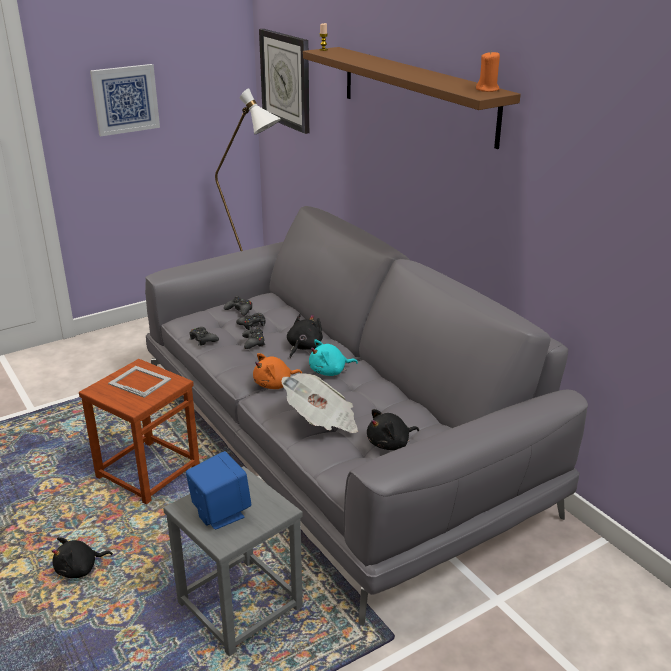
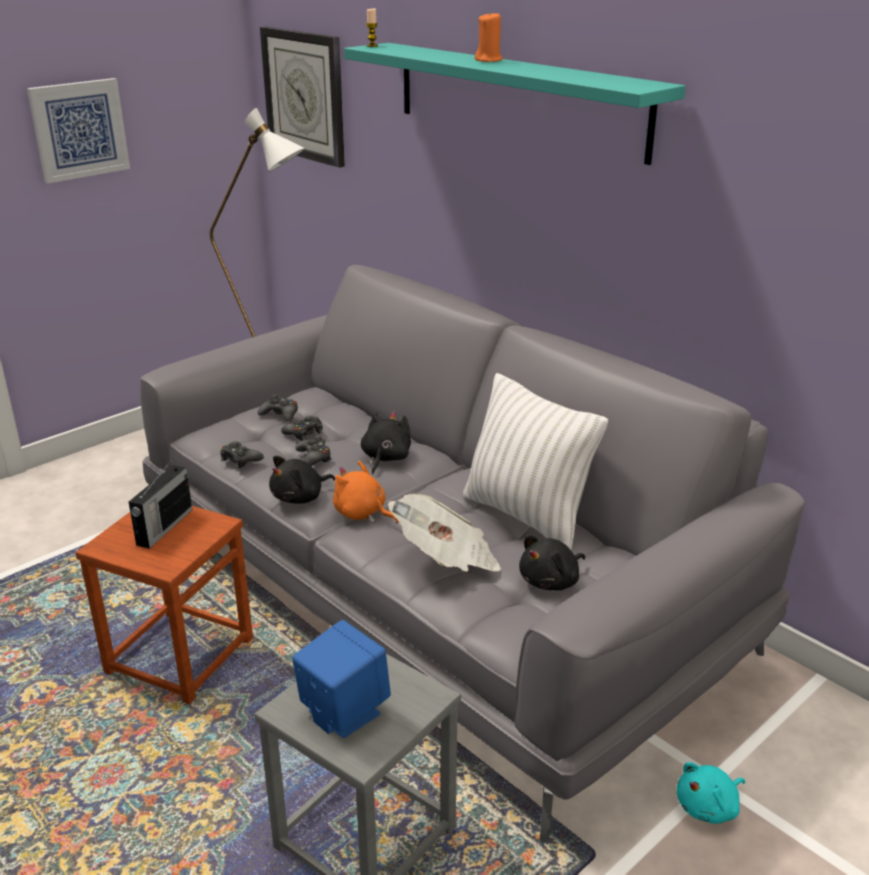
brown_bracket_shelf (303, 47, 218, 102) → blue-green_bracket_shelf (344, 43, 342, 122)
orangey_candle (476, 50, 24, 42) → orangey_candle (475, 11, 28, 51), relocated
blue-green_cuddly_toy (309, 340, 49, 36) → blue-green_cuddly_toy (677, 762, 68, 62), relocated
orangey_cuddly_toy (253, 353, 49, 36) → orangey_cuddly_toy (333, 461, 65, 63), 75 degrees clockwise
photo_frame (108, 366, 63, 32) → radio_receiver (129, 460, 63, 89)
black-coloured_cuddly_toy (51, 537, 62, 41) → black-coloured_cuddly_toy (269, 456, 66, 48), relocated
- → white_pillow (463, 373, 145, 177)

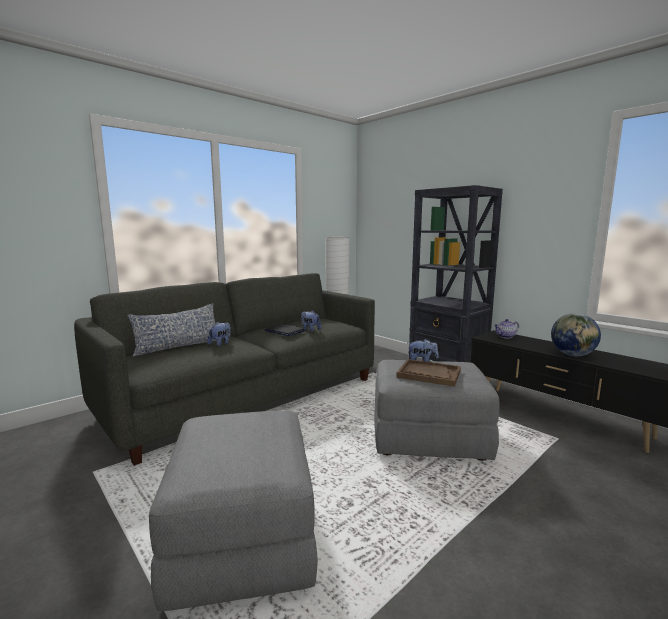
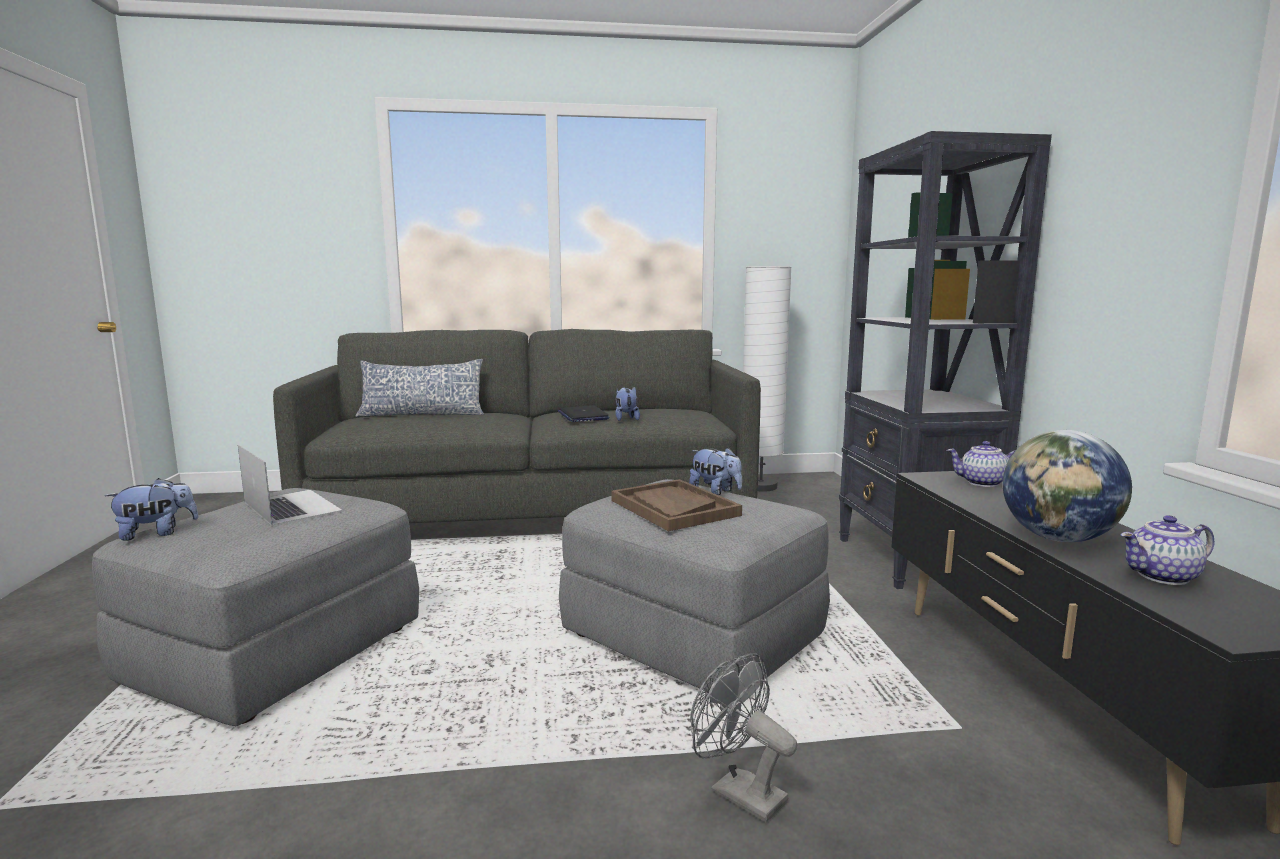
cuddly_toy (207, 322, 24, 24) → cuddly_toy (105, 478, 94, 63), relocated
- → portable_computer (238, 445, 104, 81)
- → tea_pot (1121, 515, 94, 70)
- → greyish_electric_fan (690, 653, 107, 169)

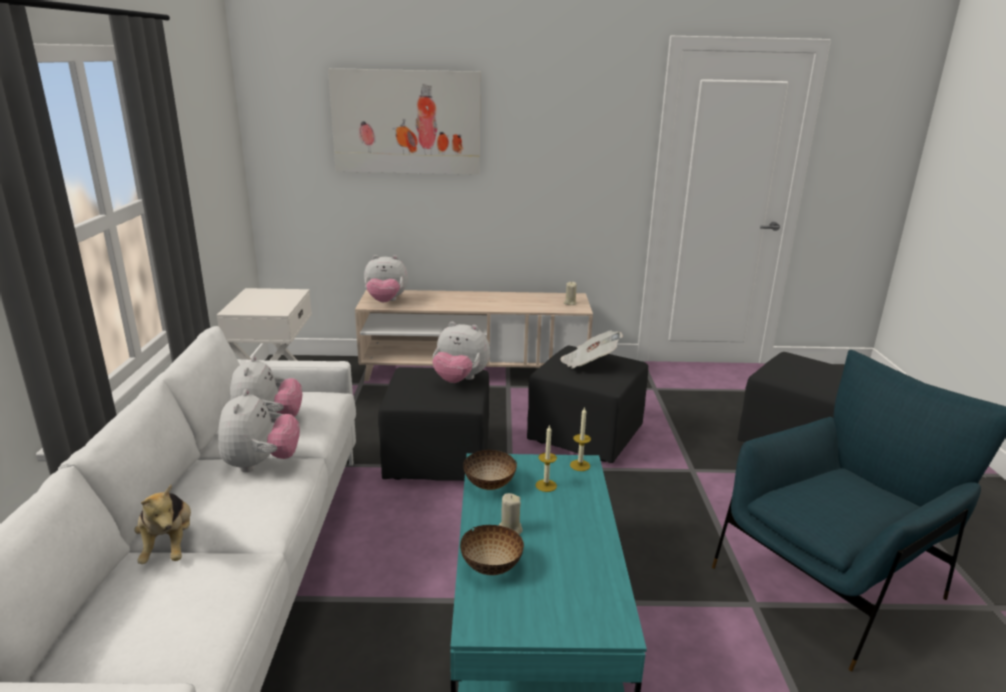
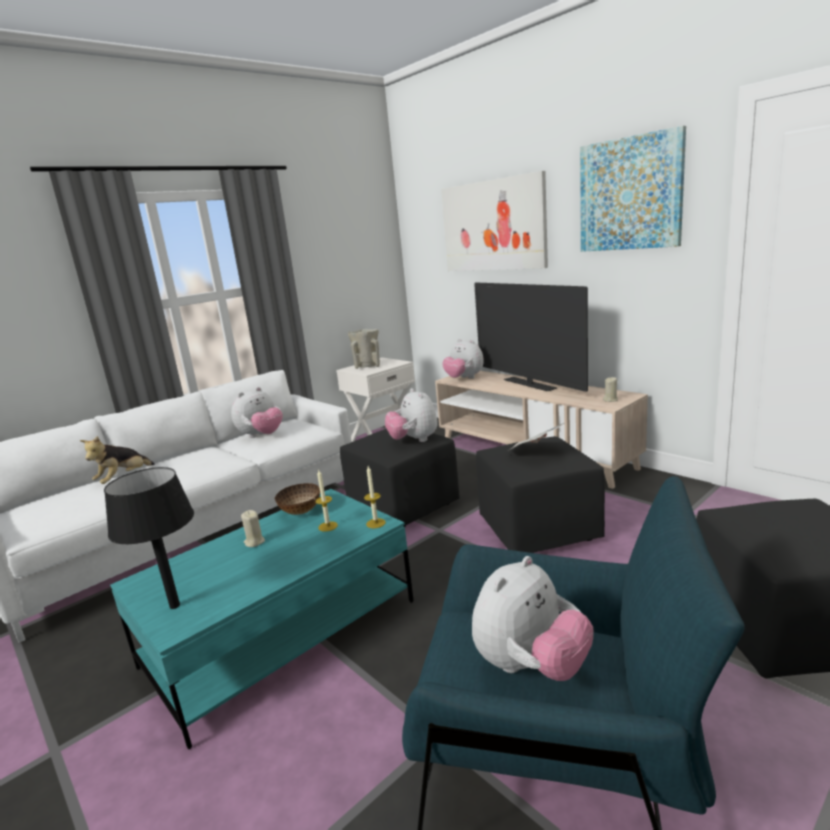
cuddly_toy (218, 389, 82, 83) → cuddly_toy (472, 556, 122, 125), relocated
bowl (460, 525, 64, 50) → -
- → picture (580, 126, 106, 126)
- → TV_set (474, 283, 114, 109)
- → sand-coloured_vase (348, 329, 32, 40)
- → black-coloured_table_lamp (104, 467, 90, 142)

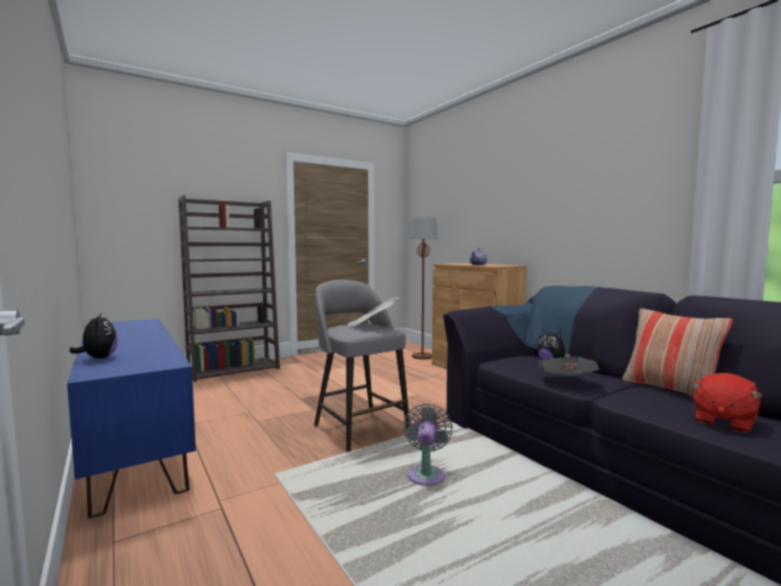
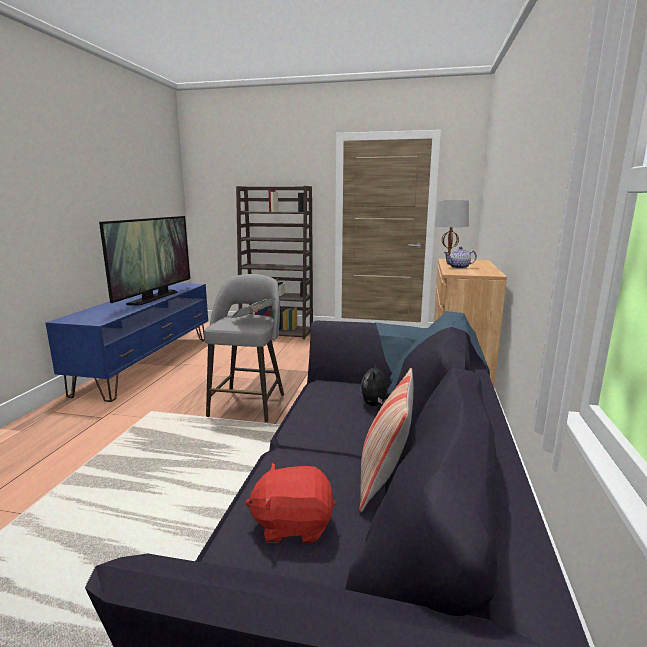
cuddly_toy (69, 313, 49, 46) → -
newspaper (538, 357, 61, 18) → -
greyish_electric_fan (403, 403, 50, 83) → -
- → TV_set (99, 216, 91, 89)

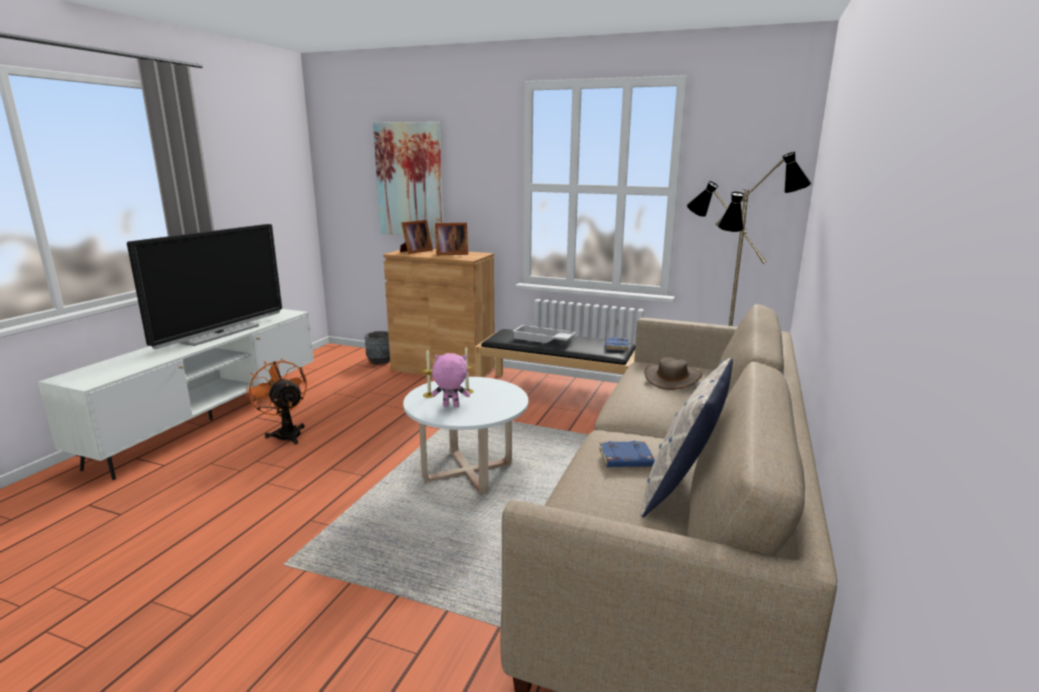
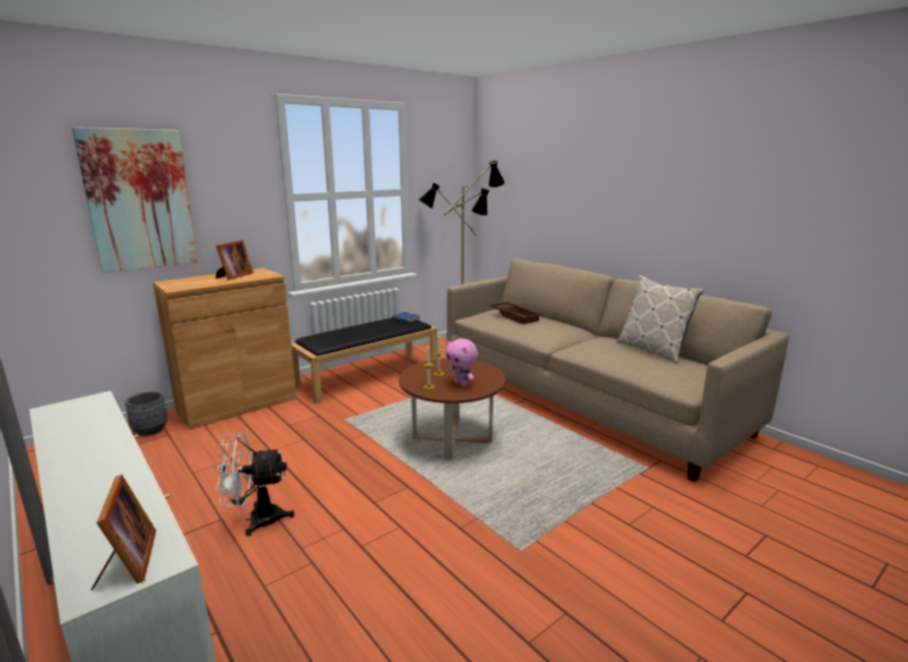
photo_frame (400, 220, 33, 34) → photo_frame (91, 474, 65, 116), relocated
TV_set (127, 224, 155, 125) → -
white_serving_tray (512, 325, 64, 18) → -
pinkish_cuddly_toy (431, 353, 39, 54) → pinkish_cuddly_toy (445, 338, 33, 49), 75 degrees counterclockwise
brown_hat (644, 357, 58, 33) → brown_serving_tray (490, 302, 51, 22)
orangey_electric_fan (246, 359, 61, 86) → white_electric_fan (214, 433, 81, 103)
white_low_table (403, 377, 125, 117) → brown_low_table (399, 358, 107, 102)
blue-coloured_book (599, 441, 56, 26) → -

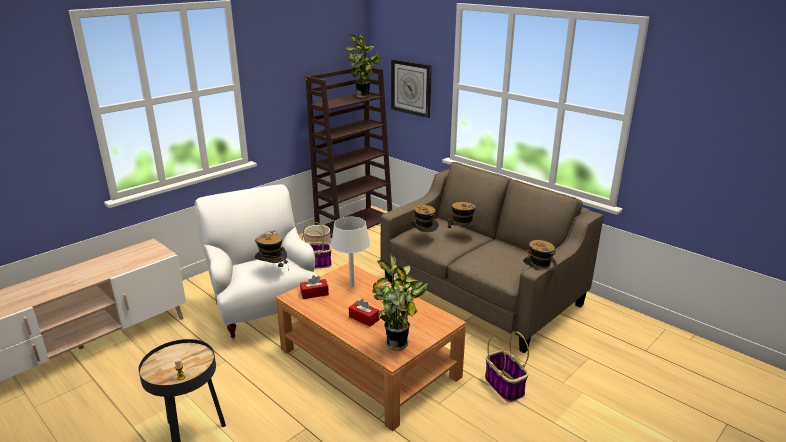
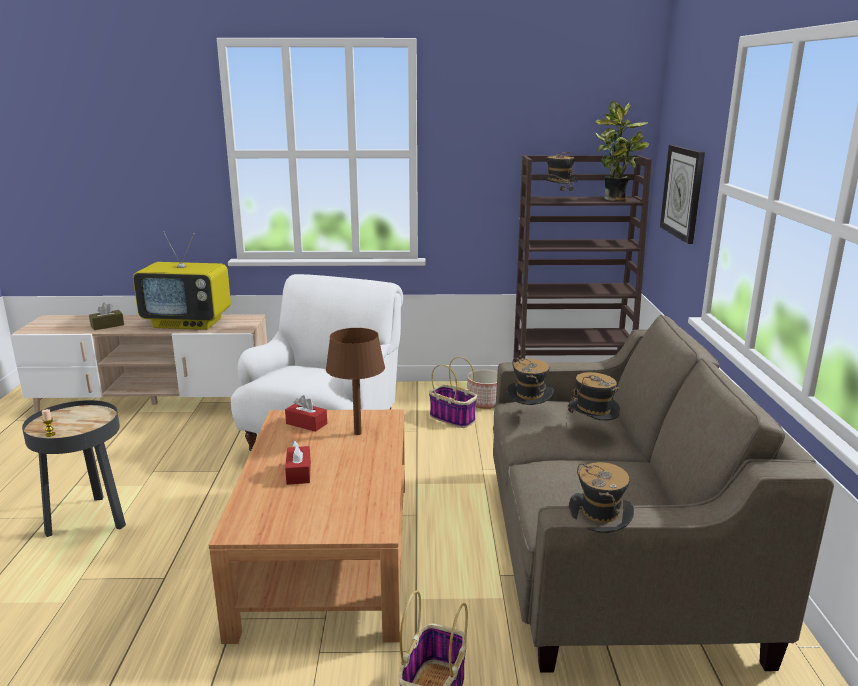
white_table_lamp (331, 217, 39, 70) → brown_table_lamp (326, 328, 59, 107)
hat (255, 230, 34, 41) → hat (541, 151, 37, 51), relocated
houseplant (372, 254, 56, 96) → -
- → TV_set (133, 231, 98, 99)
- → brown_tissue_holder (89, 303, 35, 27)

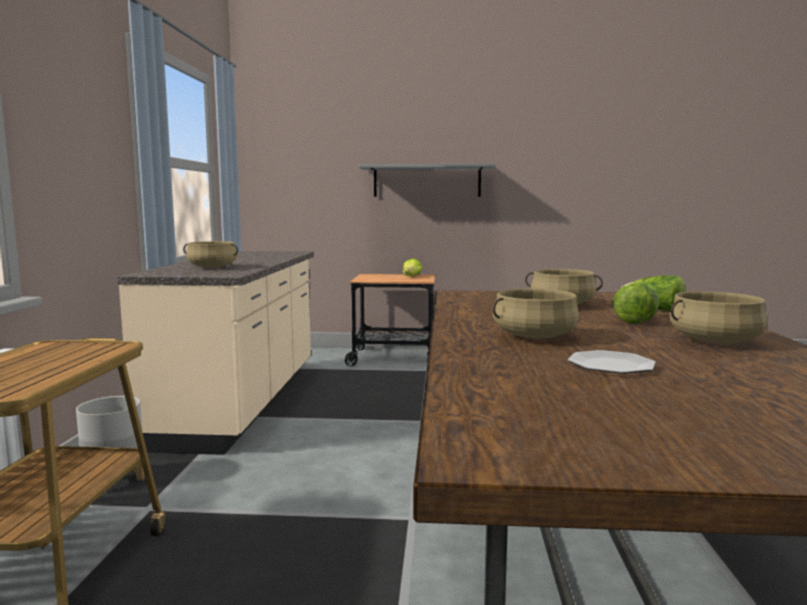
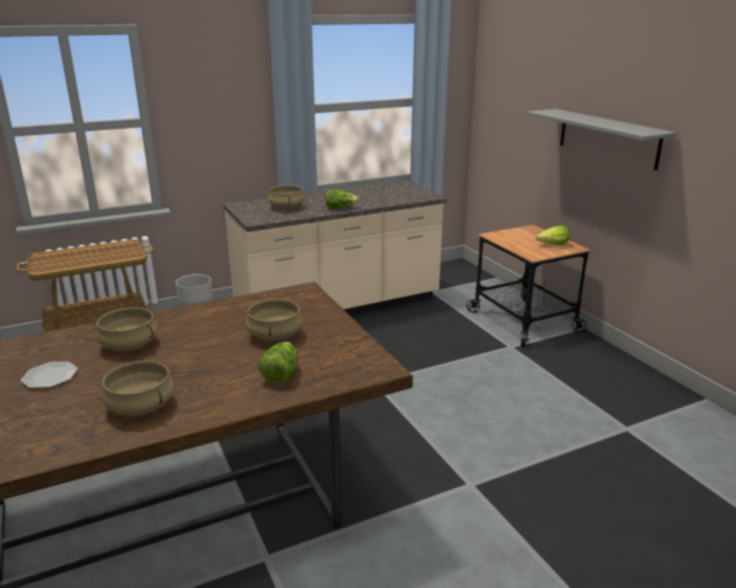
head_of_lettuce (613, 283, 47, 41) → head_of_lettuce (326, 189, 33, 20), relocated

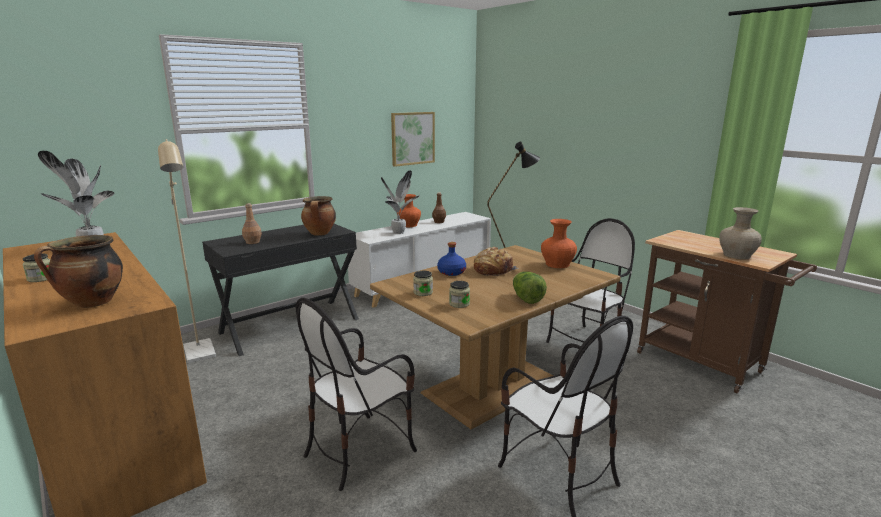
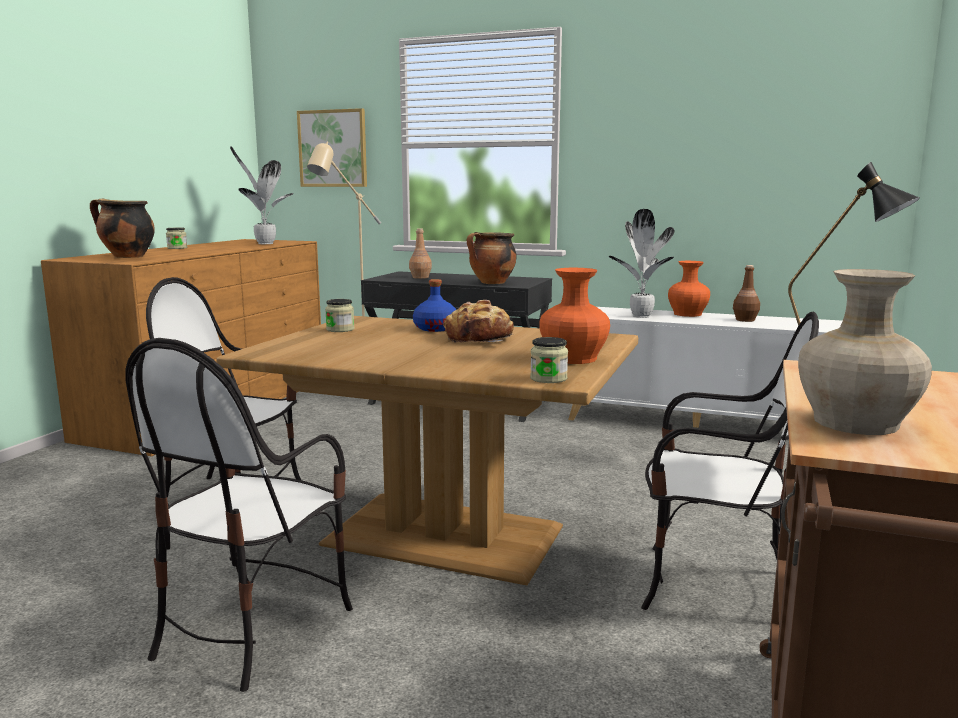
picture (391, 112, 44, 55) → picture (297, 108, 70, 79), relocated
head_of_lettuce (513, 272, 34, 32) → -
preserve_jar (449, 281, 21, 27) → preserve_jar (530, 337, 38, 46), relocated

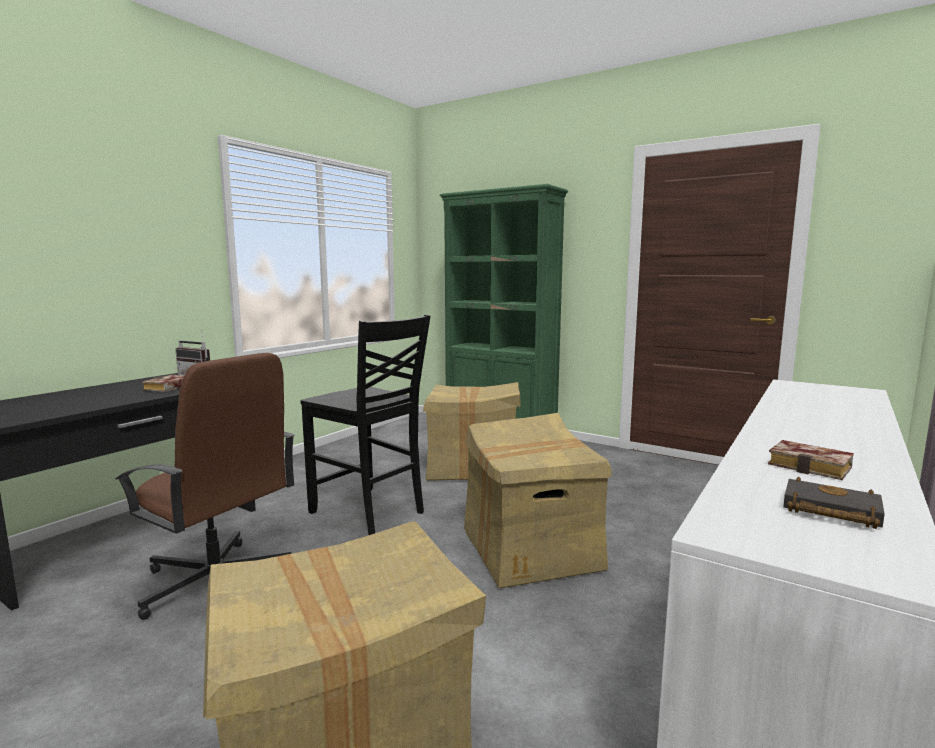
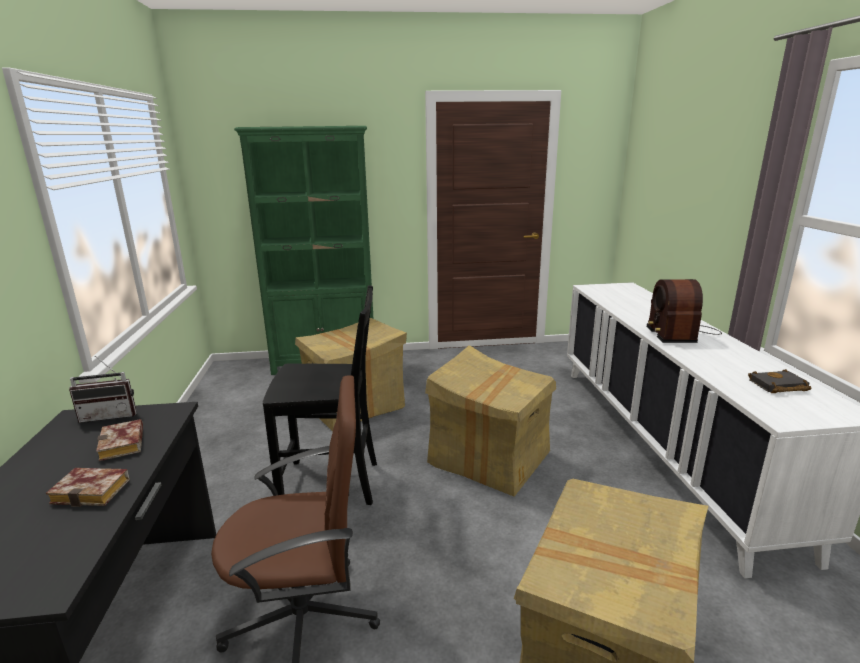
book (768, 440, 86, 40) → book (46, 468, 84, 39), relocated
- → radio_receiver (646, 279, 76, 64)

